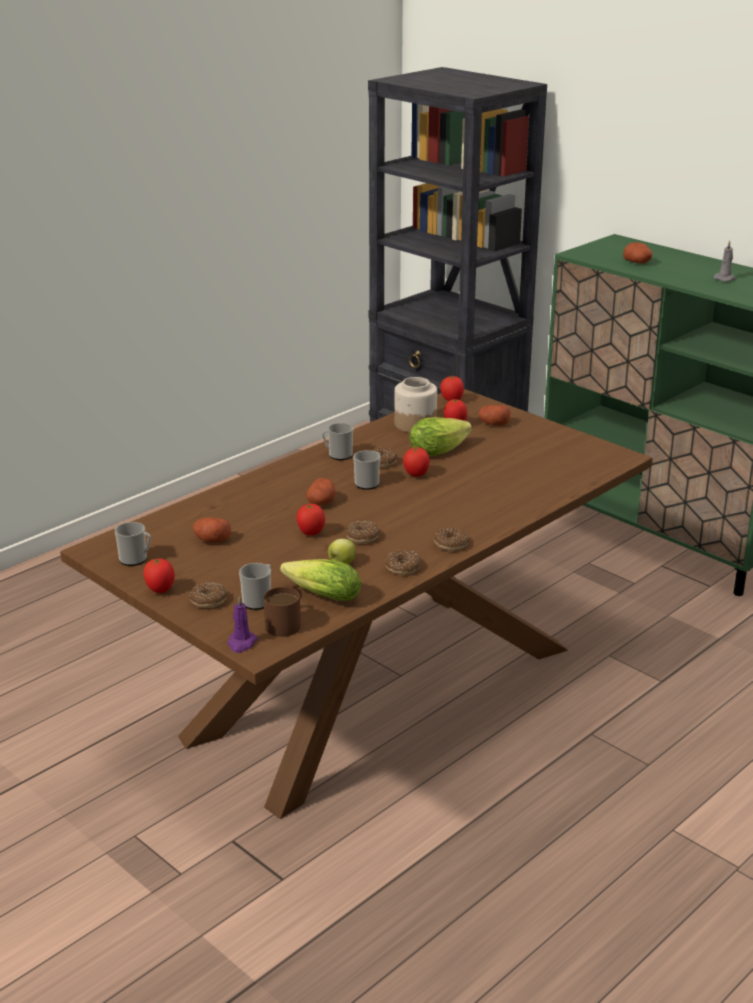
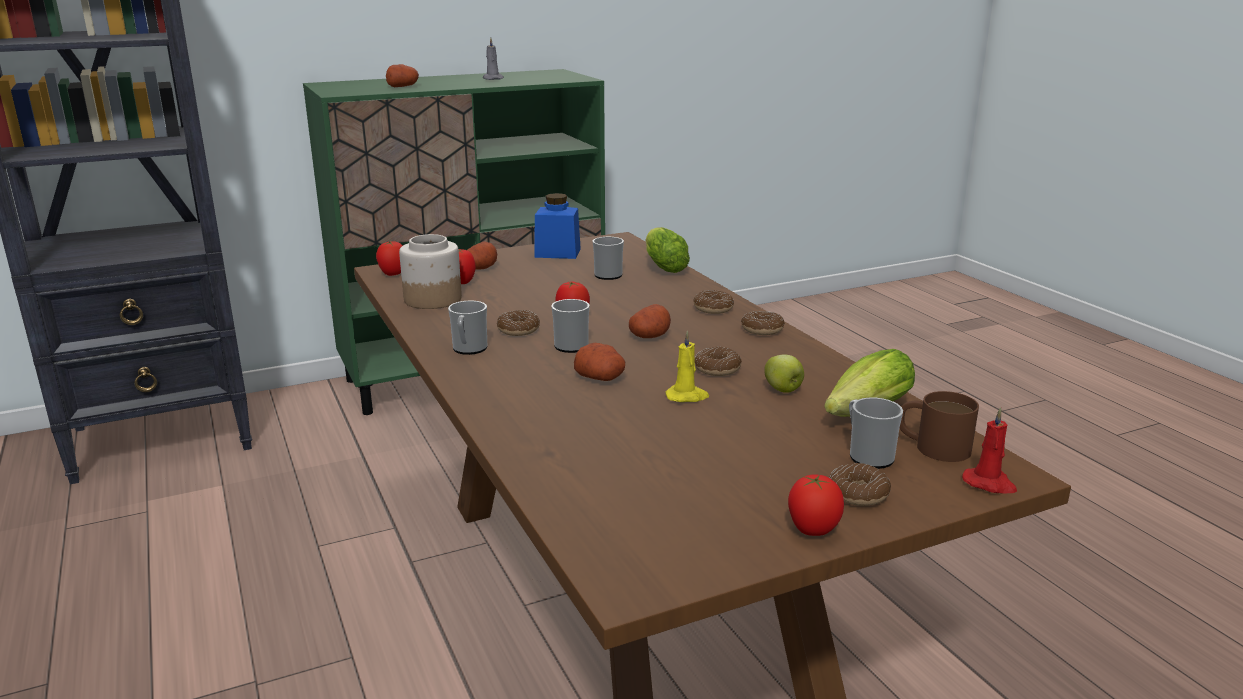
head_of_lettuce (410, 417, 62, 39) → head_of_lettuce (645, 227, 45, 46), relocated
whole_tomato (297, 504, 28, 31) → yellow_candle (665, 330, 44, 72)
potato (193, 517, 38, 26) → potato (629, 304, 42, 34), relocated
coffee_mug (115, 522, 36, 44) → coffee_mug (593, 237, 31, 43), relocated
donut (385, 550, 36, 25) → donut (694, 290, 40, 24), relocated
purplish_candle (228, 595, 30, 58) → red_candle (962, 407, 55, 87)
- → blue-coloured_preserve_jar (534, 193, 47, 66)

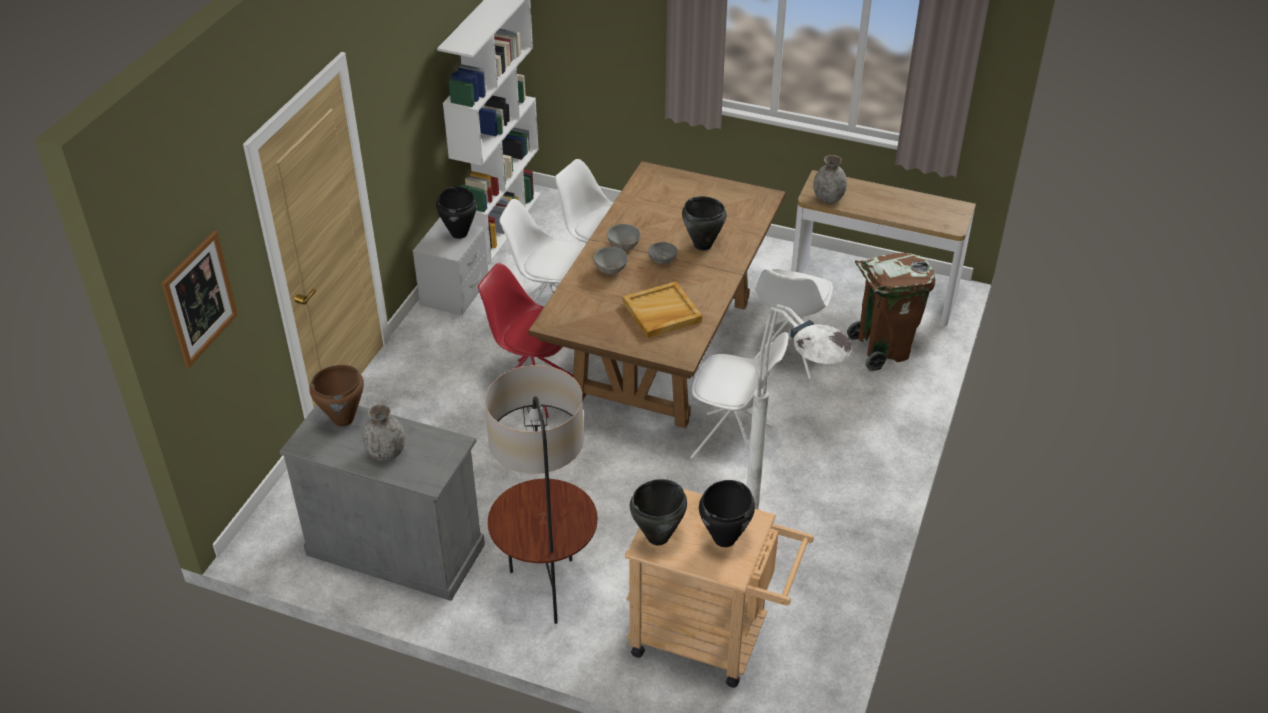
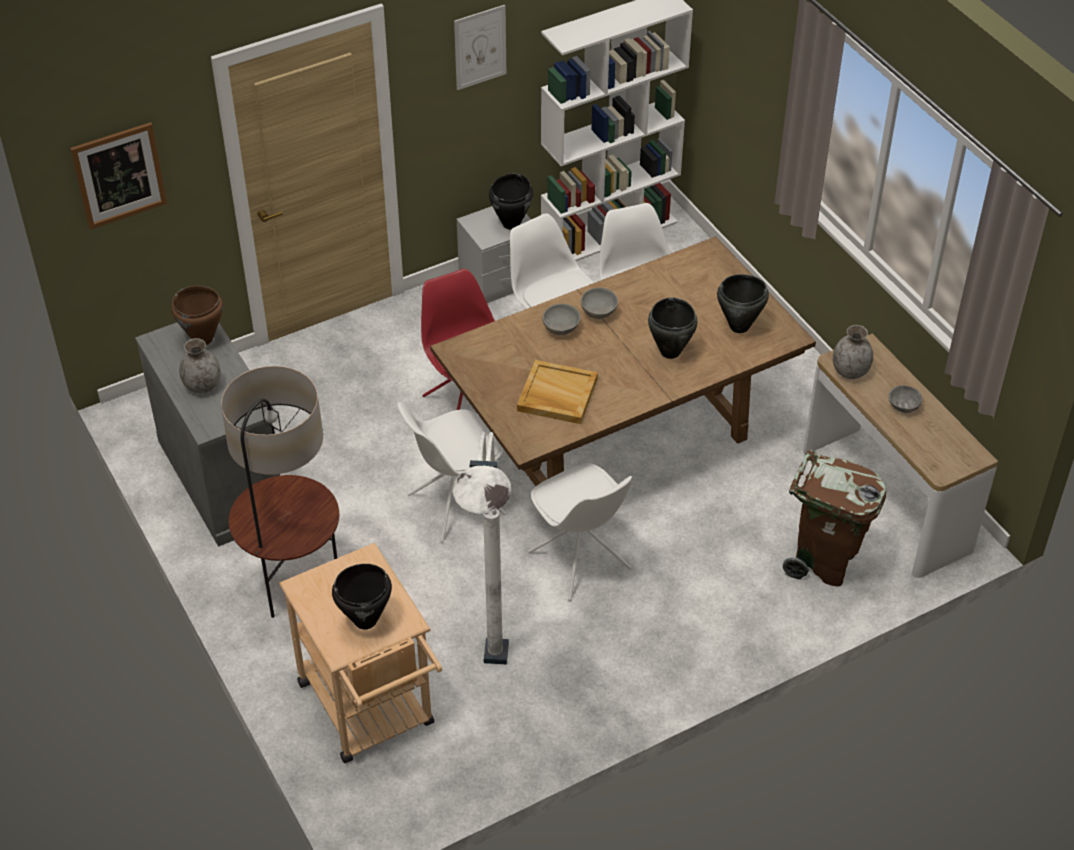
greyish_bowl (648, 242, 29, 22) → greyish_bowl (889, 385, 34, 28), relocated
white_upright_chair (754, 269, 79, 111) → white_upright_chair (397, 402, 109, 140), relocated
black-coloured_saucepot (630, 479, 57, 66) → black-coloured_saucepot (717, 274, 52, 59), relocated
- → picture (454, 5, 52, 85)

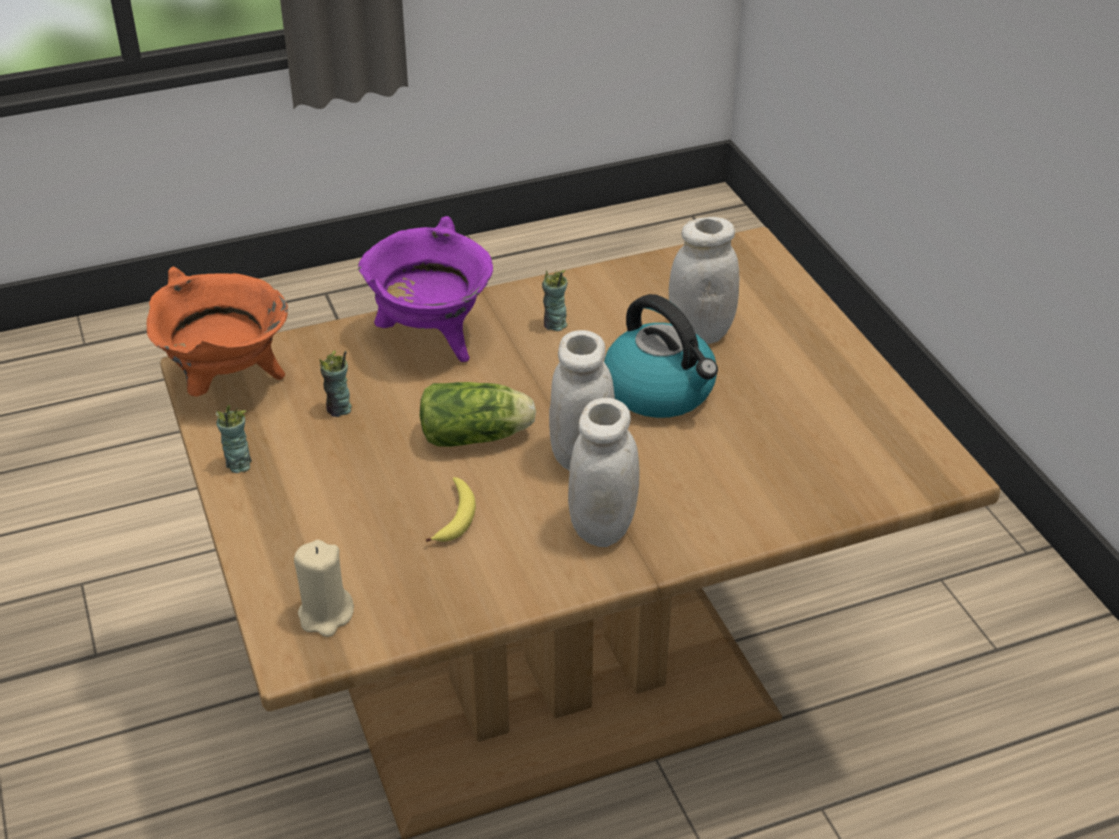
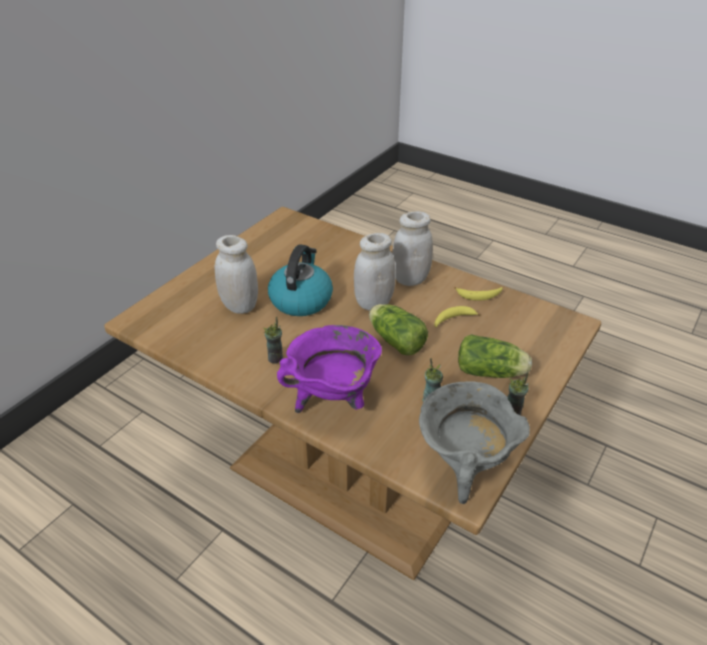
orangey_saucepot (147, 267, 141, 130) → greyish_saucepot (419, 381, 111, 123)
sand-coloured_candle (294, 540, 60, 97) → -
- → banana_fruit (454, 287, 49, 14)
- → head_of_lettuce (458, 334, 74, 44)

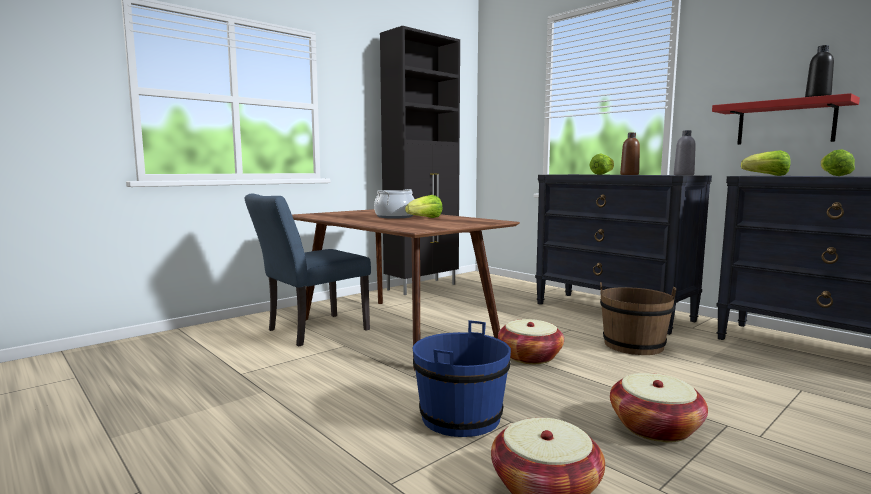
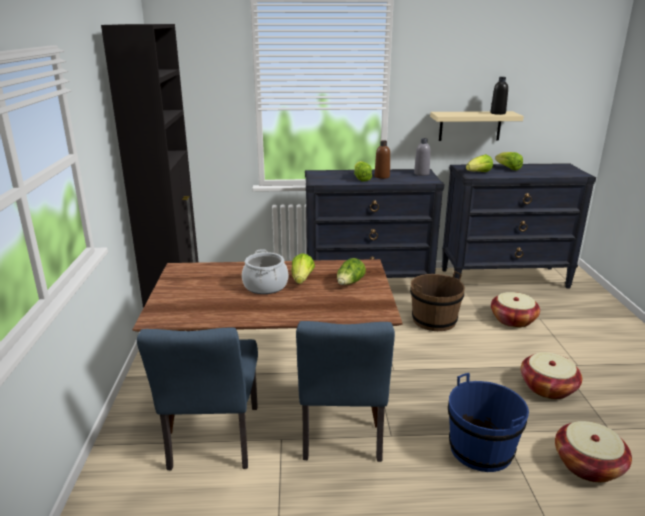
red_bracket_shelf (712, 93, 148, 52) → sand-coloured_bracket_shelf (430, 111, 94, 30)
storage_basket (498, 319, 66, 45) → storage_basket (491, 292, 49, 36), relocated
- → head_of_lettuce (337, 258, 29, 27)
- → blue-coloured_upright_chair (296, 321, 99, 141)

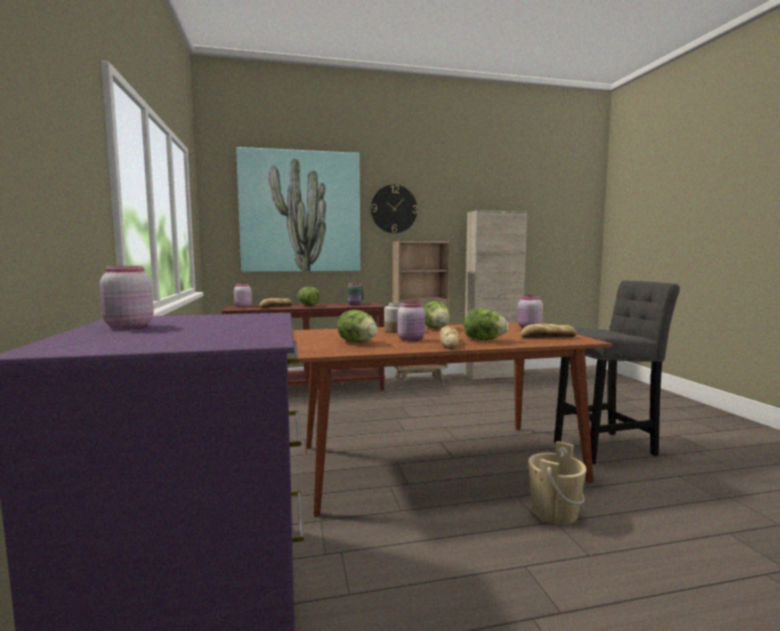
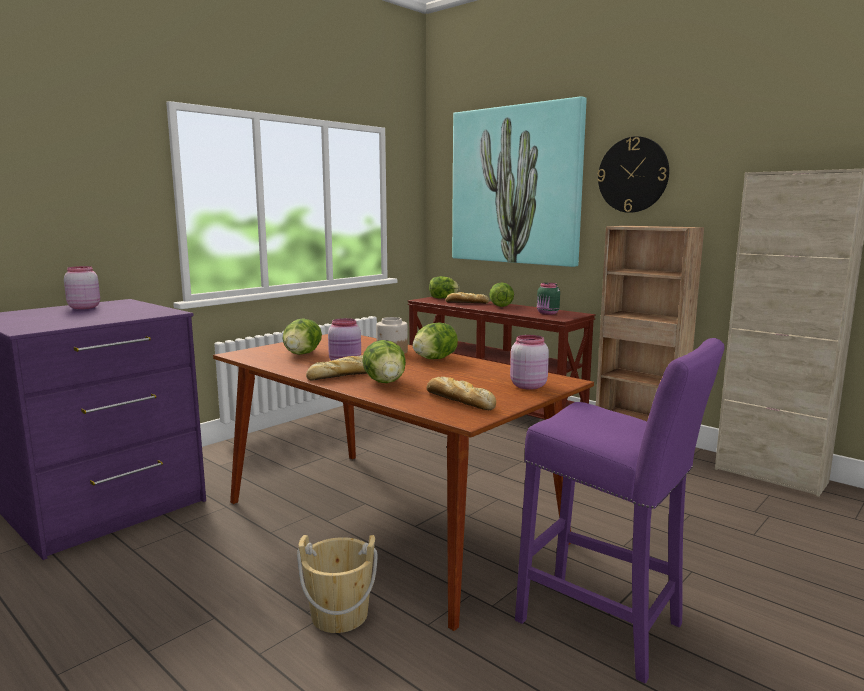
greyish_stool_seat (554, 280, 126, 184) → purplish_stool_seat (515, 338, 209, 345)
pinkish_preserve_jar (234, 284, 18, 23) → head_of_lettuce (429, 276, 30, 23)

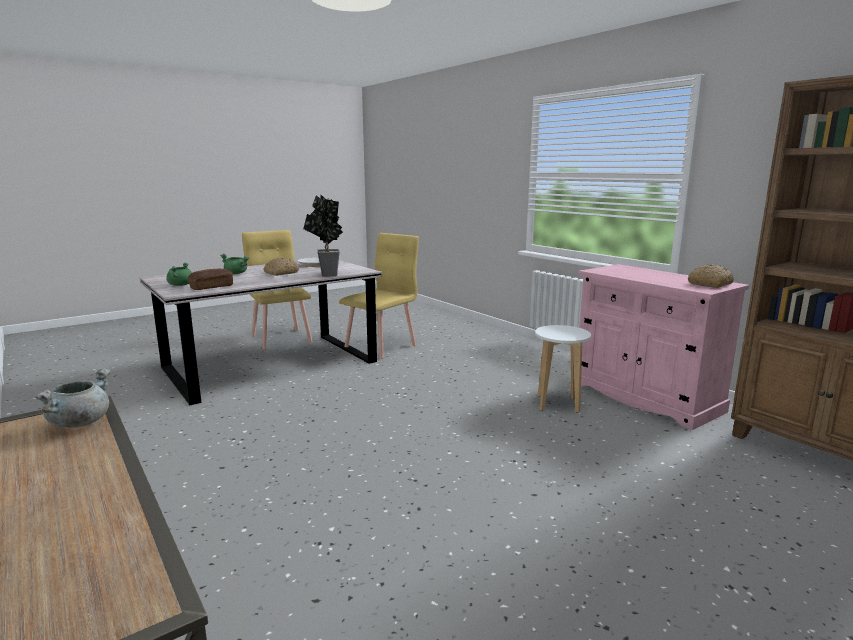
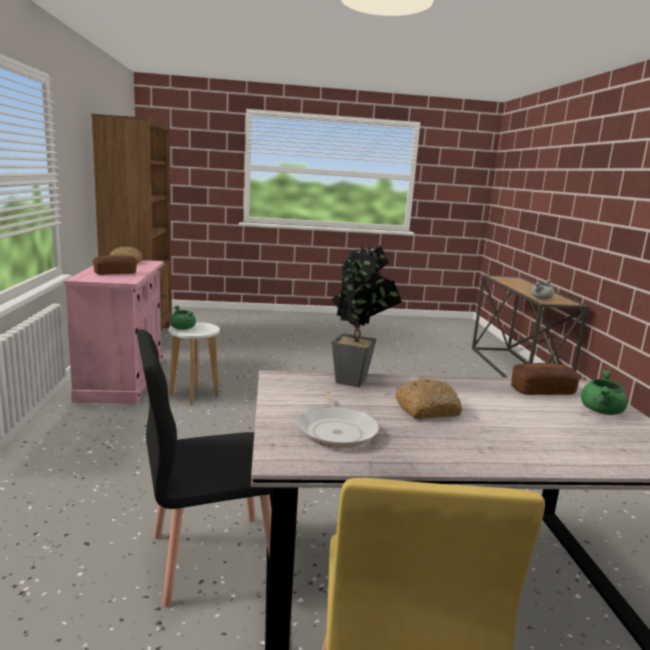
yellow_upright_chair (339, 233, 80, 126) → black-coloured_upright_chair (137, 329, 135, 278)
green-coloured_saucepot (220, 254, 29, 20) → green-coloured_saucepot (170, 305, 26, 25), relocated
- → bread (93, 255, 44, 20)

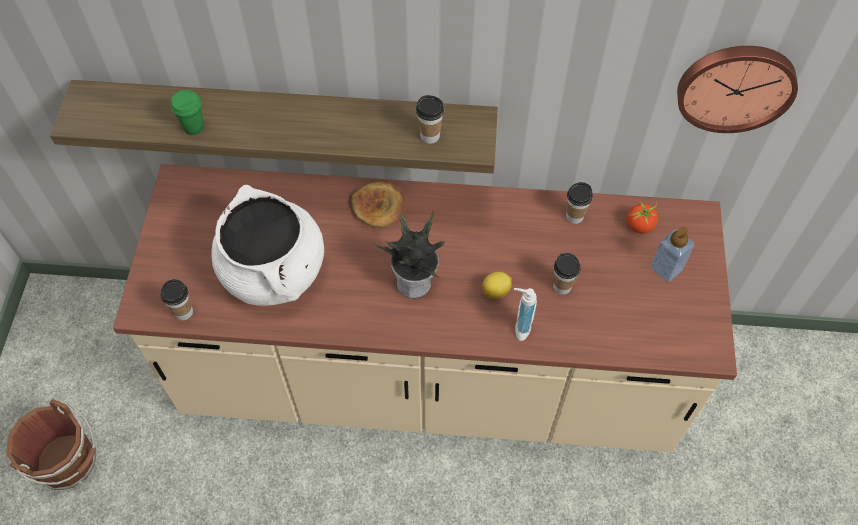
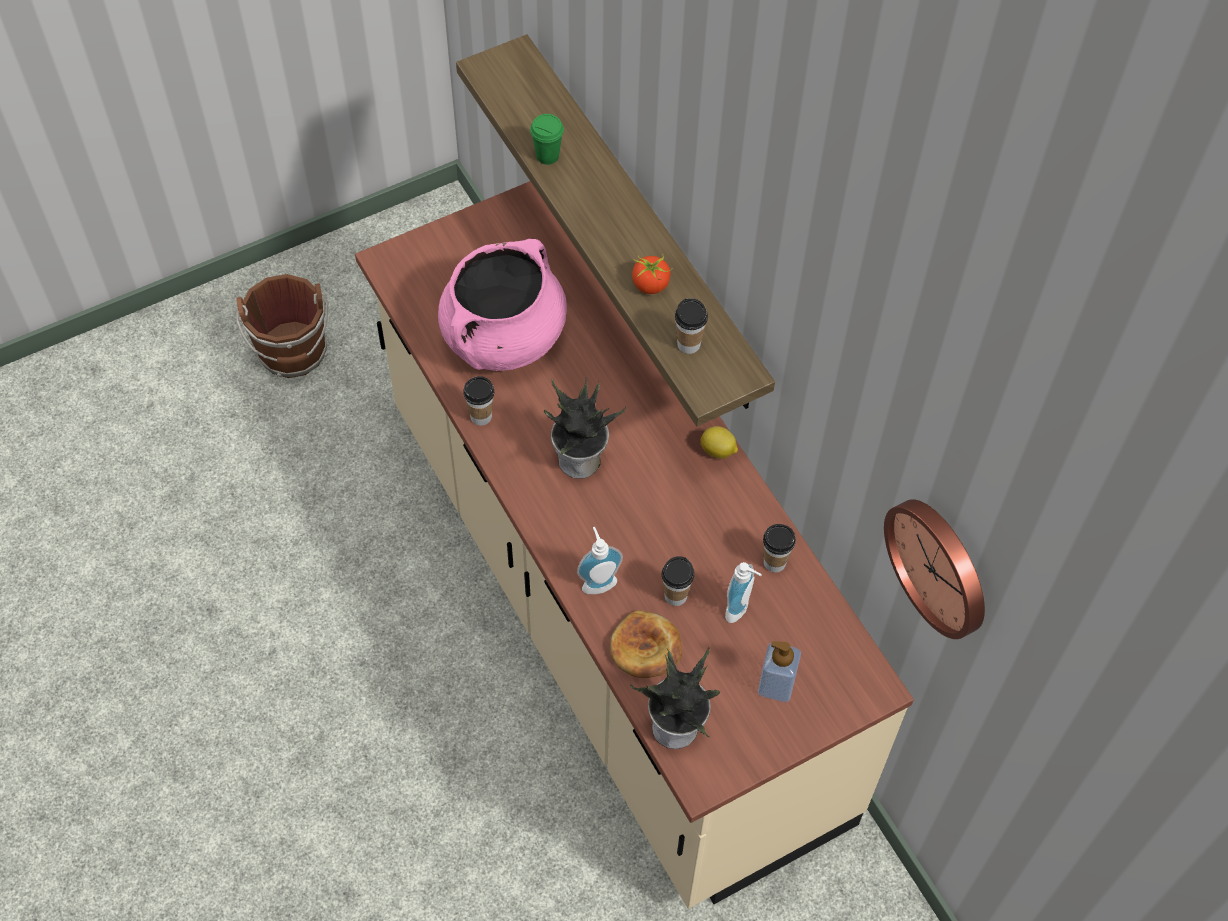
bread (351, 181, 55, 47) → bread (610, 610, 72, 68), relocated
white_saucepot (211, 185, 113, 121) → pinkish_saucepot (438, 239, 129, 132)
whole_tomato (627, 201, 35, 32) → whole_tomato (632, 254, 40, 40), relocated
citrus_fruit (482, 272, 30, 27) → citrus_fruit (700, 426, 38, 33), relocated
small_cup (161, 279, 32, 41) → small_cup (463, 376, 31, 50), relocated
- → soap_dispenser (725, 562, 37, 61)
- → houseplant (630, 647, 90, 102)

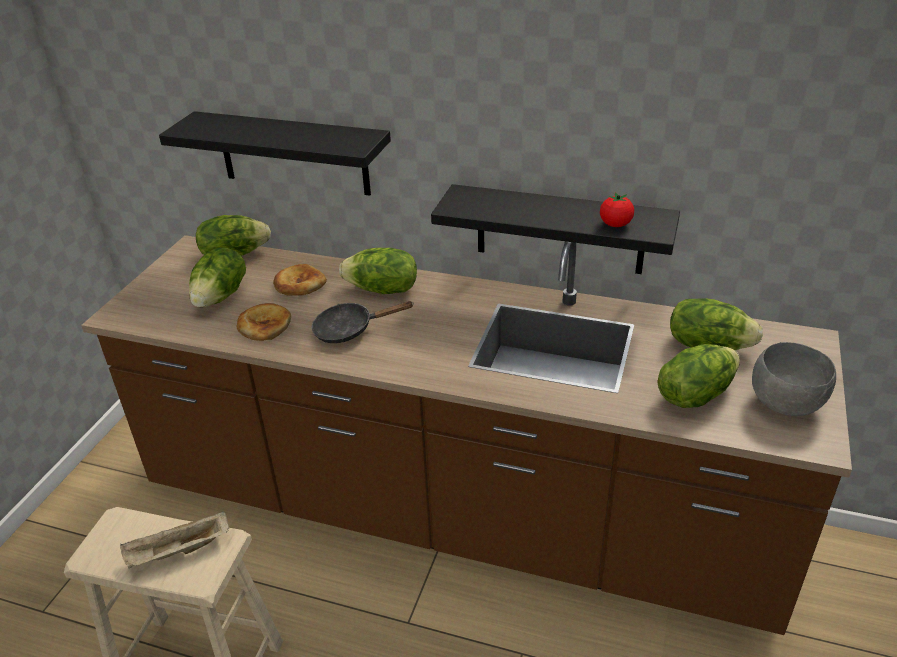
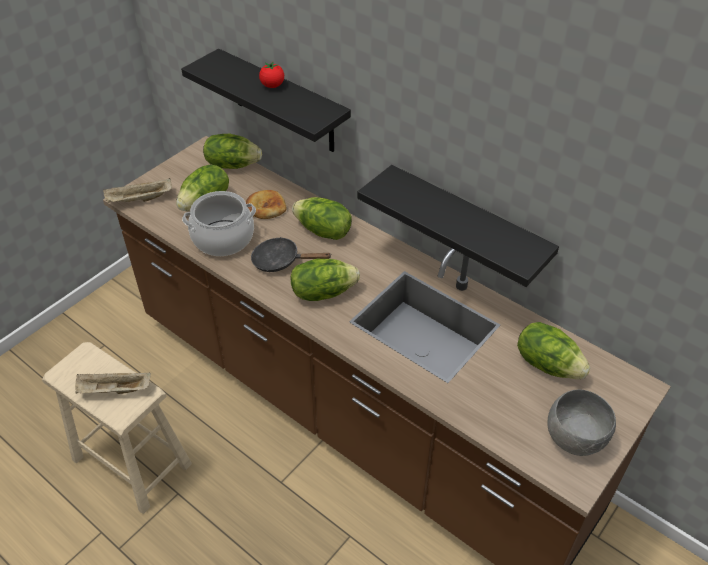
whole_tomato (600, 192, 34, 35) → whole_tomato (259, 62, 25, 26), relocated
bread (237, 303, 54, 38) → saucepot (182, 191, 74, 65)
head_of_lettuce (658, 344, 82, 64) → head_of_lettuce (291, 259, 69, 42), relocated
- → sand-coloured_serving_tray (103, 178, 69, 25)

